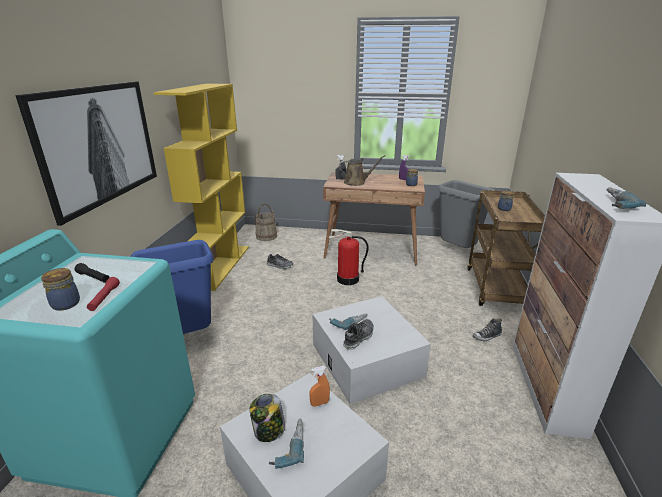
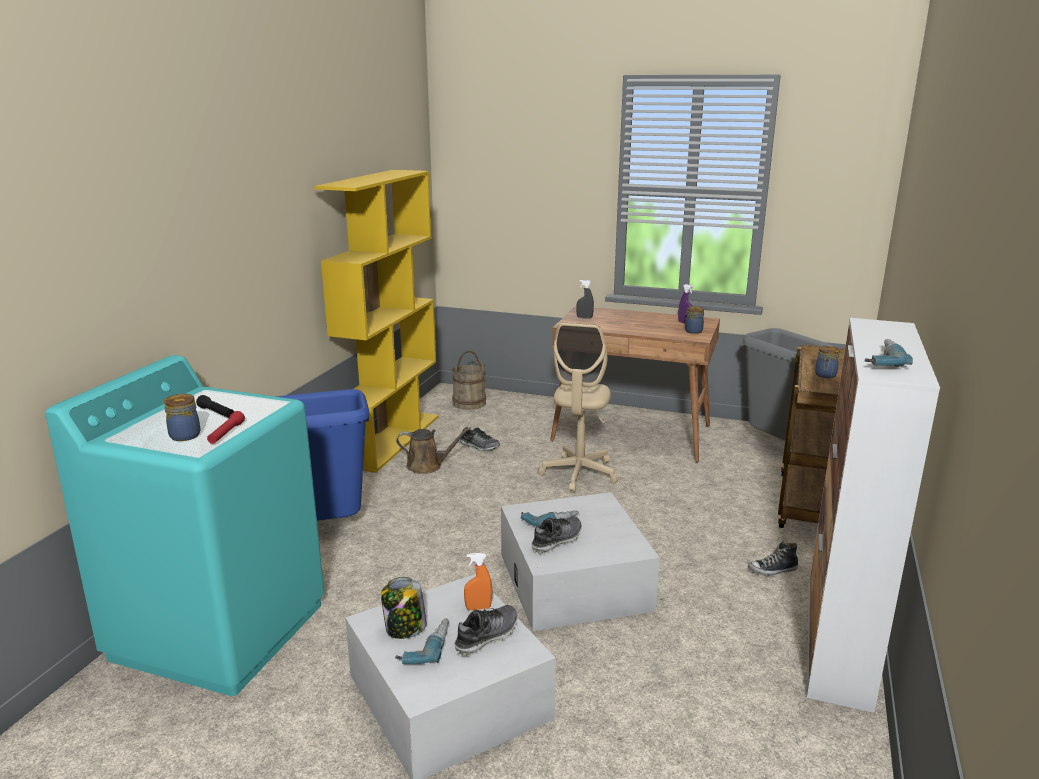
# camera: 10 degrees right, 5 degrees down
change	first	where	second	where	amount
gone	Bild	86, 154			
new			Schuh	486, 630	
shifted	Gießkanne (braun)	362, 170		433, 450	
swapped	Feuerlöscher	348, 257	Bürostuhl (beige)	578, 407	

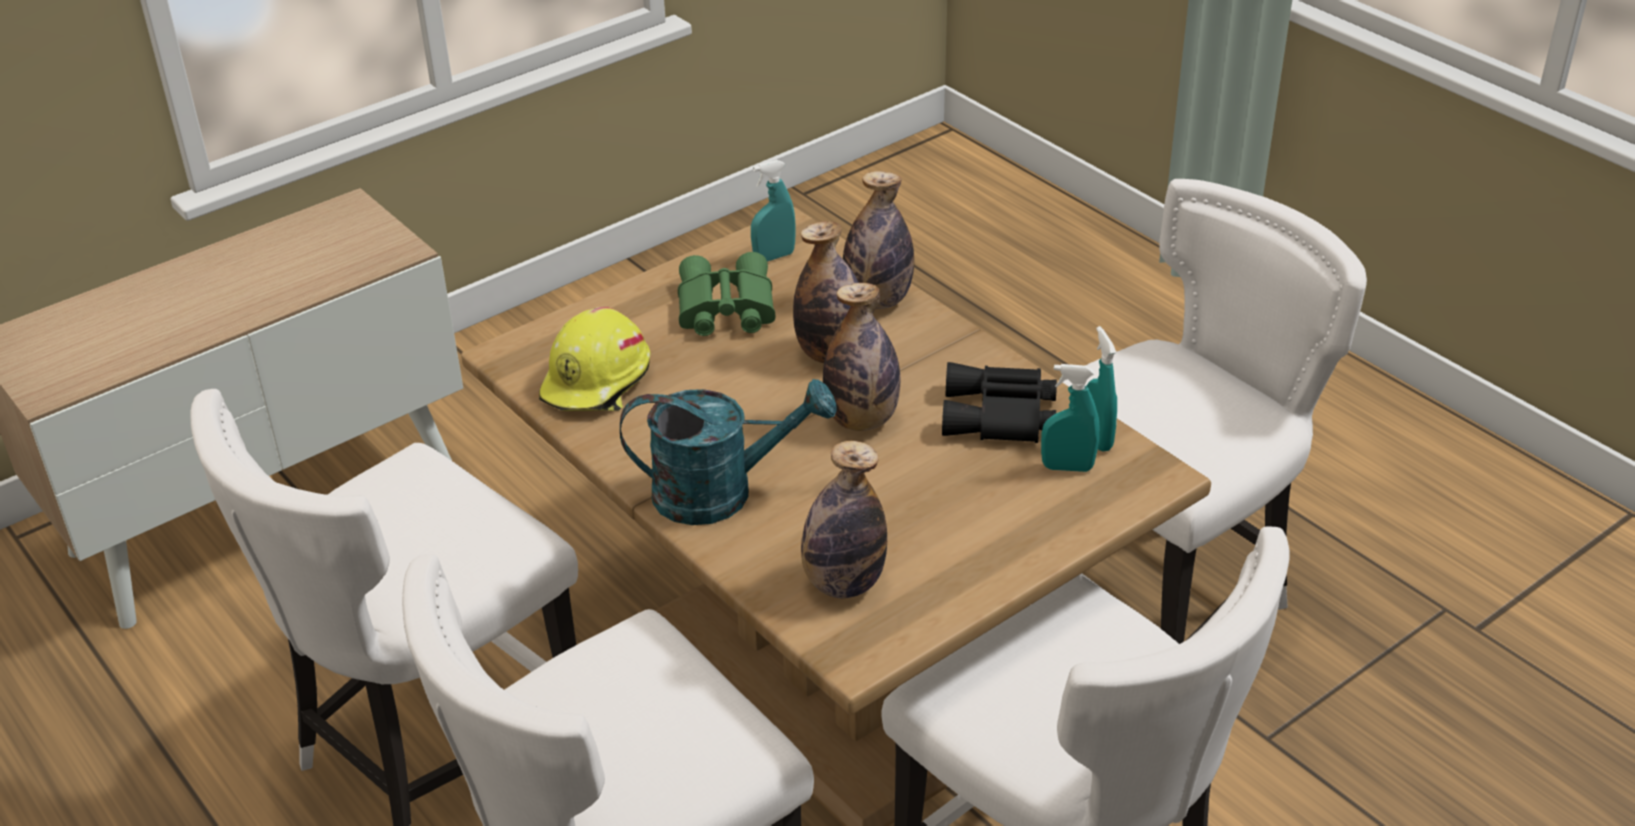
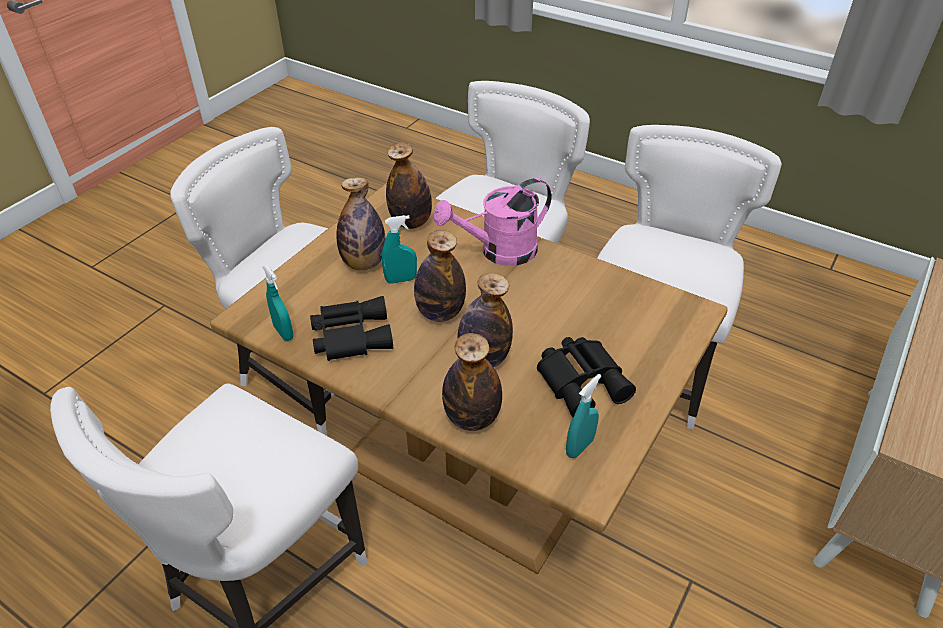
# camera: 160 degrees right, 5 degrees up
change	first	where	second	where	amount
gone	Schutzhelm (gelb)	594, 359			
new			Flasche	361, 223	
shifted	Sprühflasche (türkis)	1070, 418		399, 249	
repainted	Gießkanne (türkis)	728, 452	Gießkanne (rosa)	492, 222	
repainted	Fernglas (grün)	726, 294	Fernglas (schwarz)	586, 377	

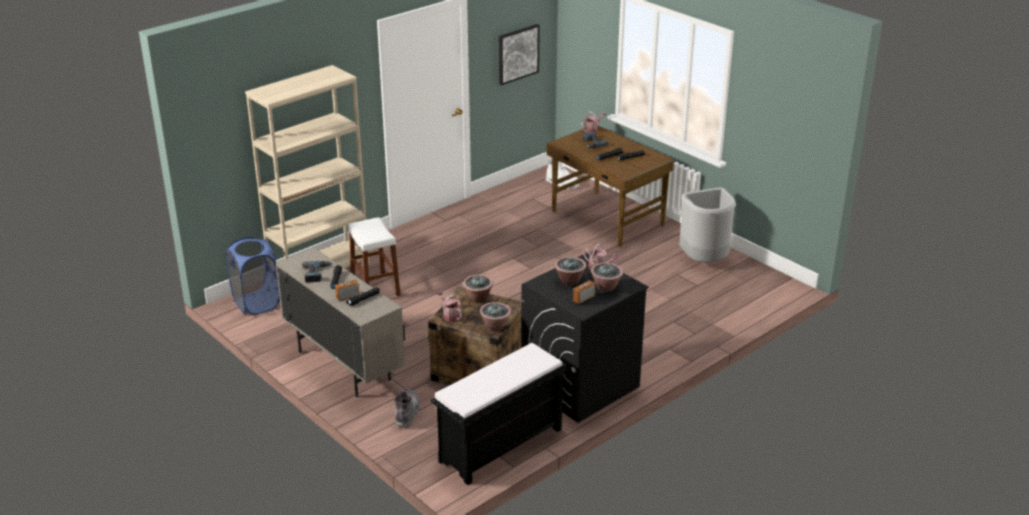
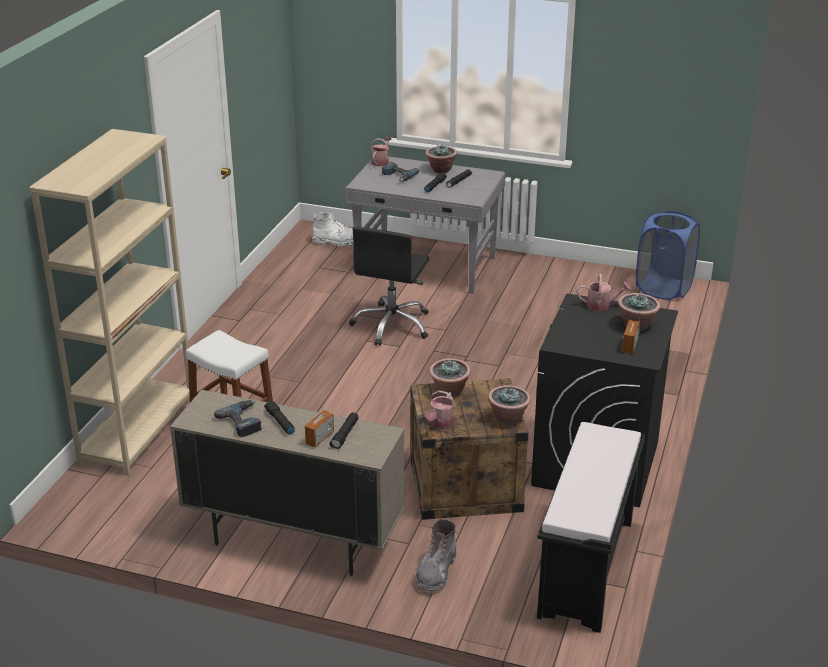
# camera: 30 degrees left, 0 degrees up
change	first	where	second	where	amount
gone	Bild	519, 54			
gone	Mülleimer (grau)	707, 225			
new			Bürostuhl (schwarz)	389, 286	
shifted	Wäschekorb (blau)	253, 276		668, 255	
shifted	Topfpflanze	571, 271		441, 158	
repainted	Schreibtisch (braun)	610, 186	Schreibtisch (grau)	425, 225	
rotated	Stiefel (grau)	407, 409		436, 556	135 degrees counterclockwise
rotated	Gießkanne	449, 306		440, 409	90 degrees counterclockwise

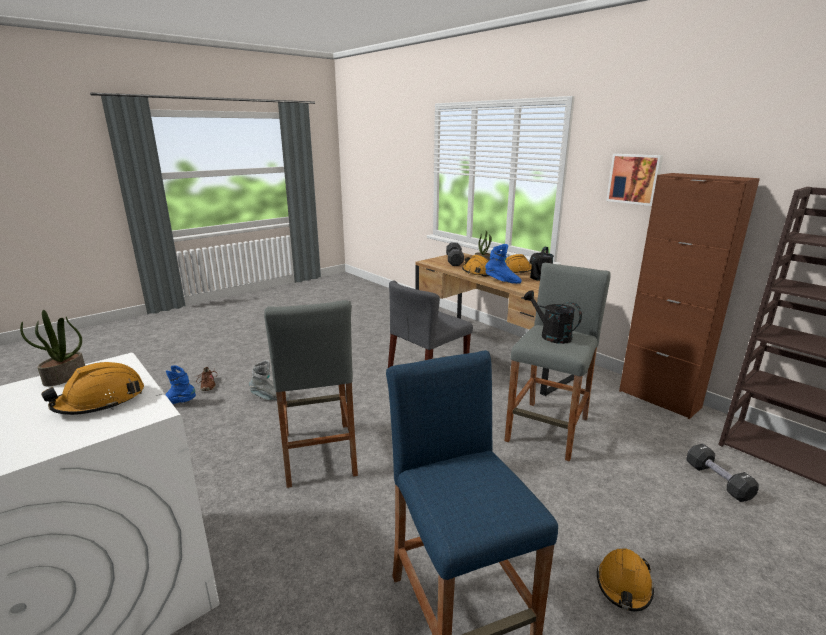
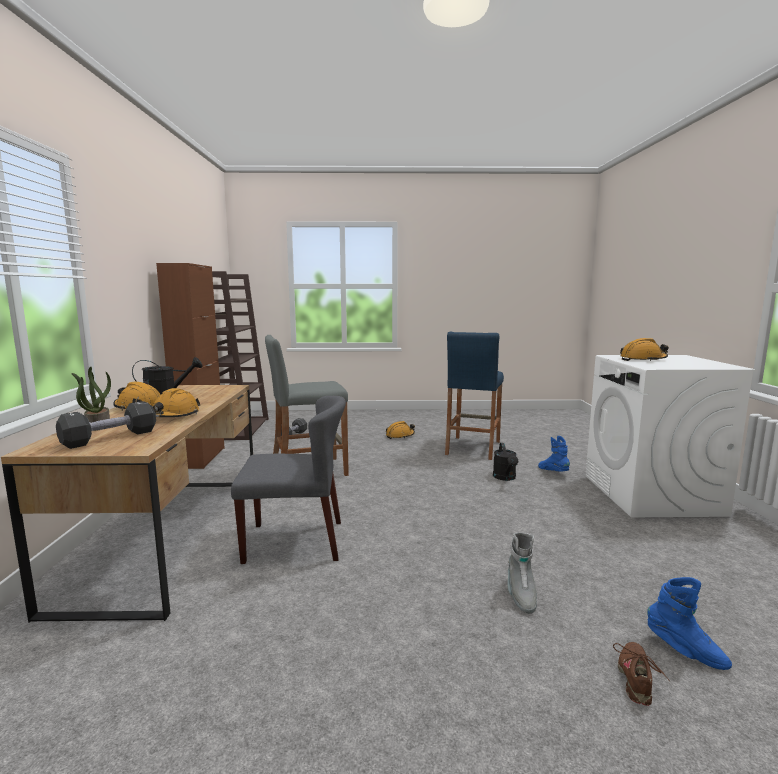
# camera: 140 degrees left, 10 degrees down
change	first	where	second	where	amount
gone	Topfpflanze	52, 348			
gone	Hocker (grau)	311, 394			
gone	Bild	634, 180			
shifted	Stiefel (blau)	503, 264		554, 454	
shifted	Gießkanne (schwarz)	553, 317		505, 462	
rotated	Stiefel (grau)	269, 380		522, 573	135 degrees counterclockwise

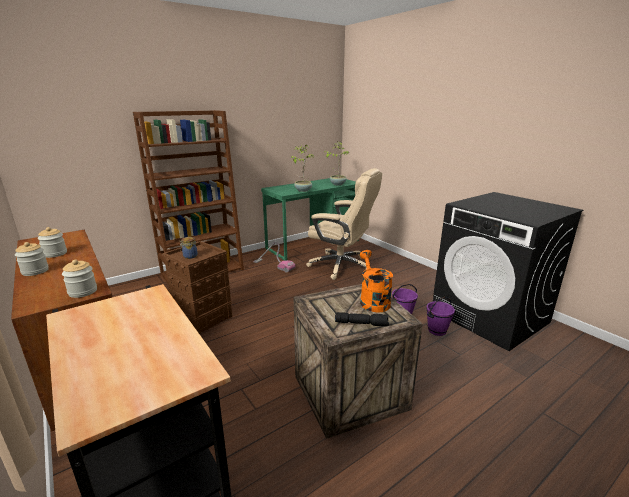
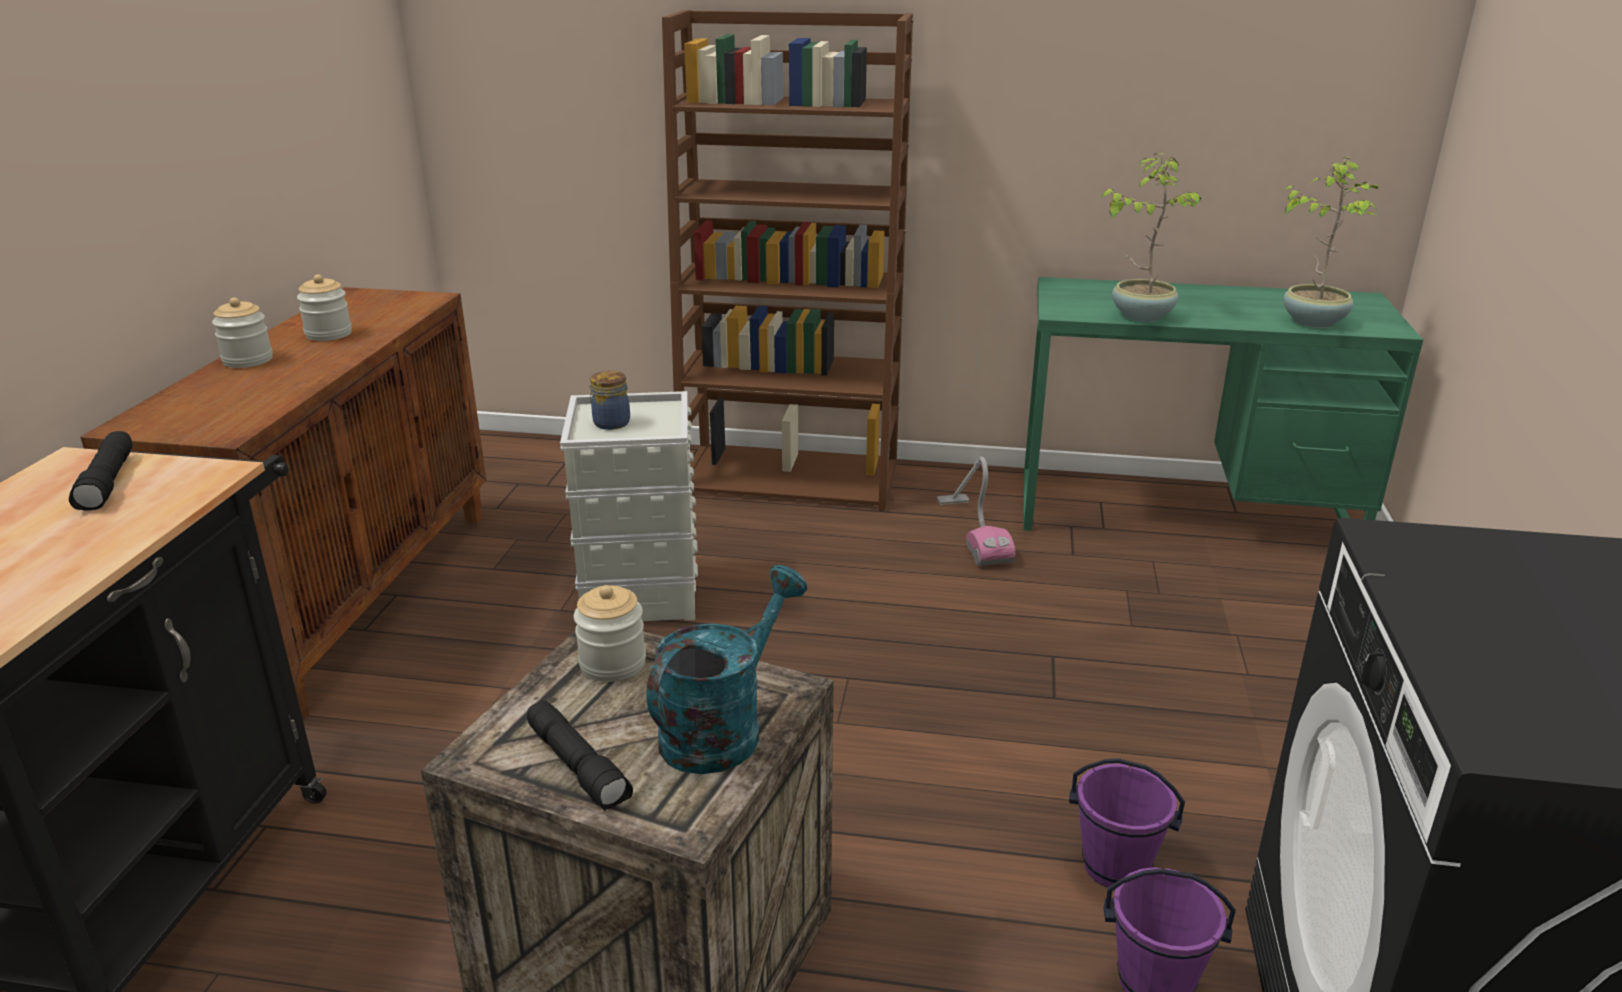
# camera: 45 degrees right, 5 degrees up
change	first	where	second	where	amount
gone	Bürostuhl (beige)	344, 224			
new			Taschenlampe (schwarz)	101, 470	
shifted	Vorratsglas	79, 279		610, 633	
repainted	Aufbewahrungsbox (braun)	197, 287	Aufbewahrungsbox (grau)	629, 506	
repainted	Gießkanne (orange)	376, 281	Gießkanne (türkis)	727, 669	

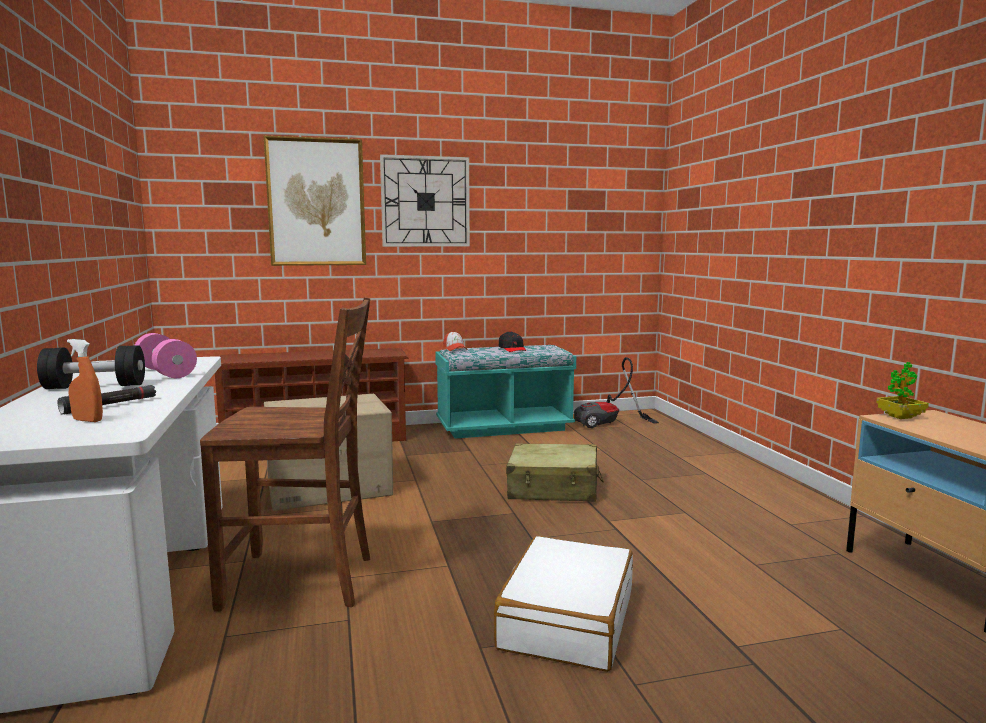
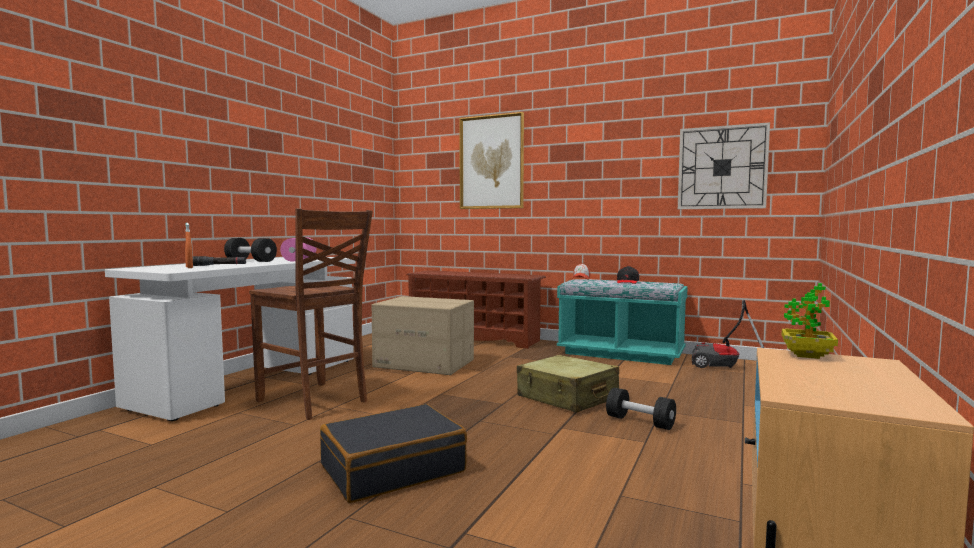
# camera: 40 degrees right, 5 degrees down
change	first	where	second	where	amount
new			Hantel (schwarz)	641, 409	
shifted	Wanduhr	425, 200		724, 165	
repainted	Koffer (weiß)	563, 604	Koffer (schwarz)	393, 453	

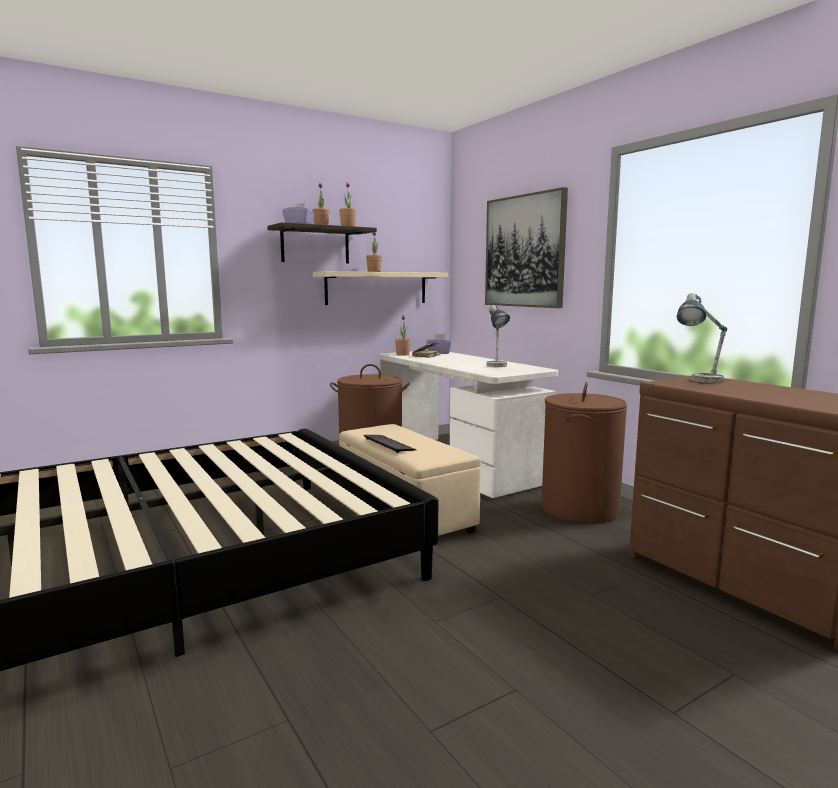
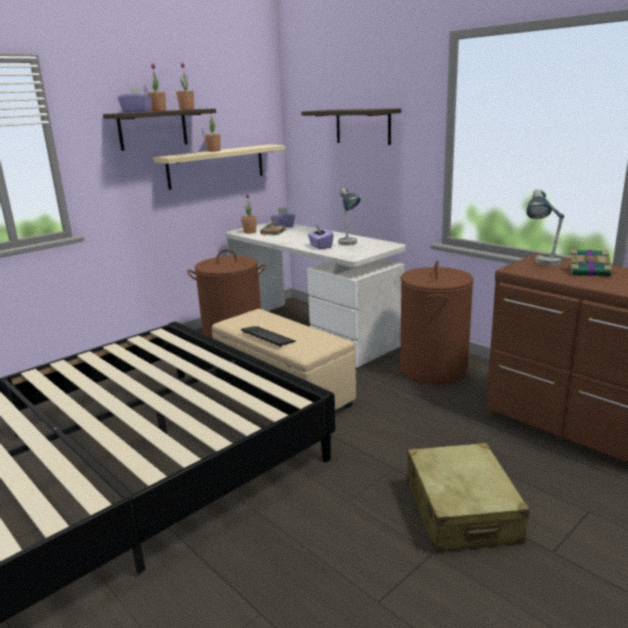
# camera: 10 degrees left, 10 degrees up
change	first	where	second	where	amount
new			Taschentuchbox (lila)	321, 237	
new			Koffer (beige)	468, 498	
new			Buch	593, 262	
swapped	Bild	526, 247	Wandregal	351, 127	

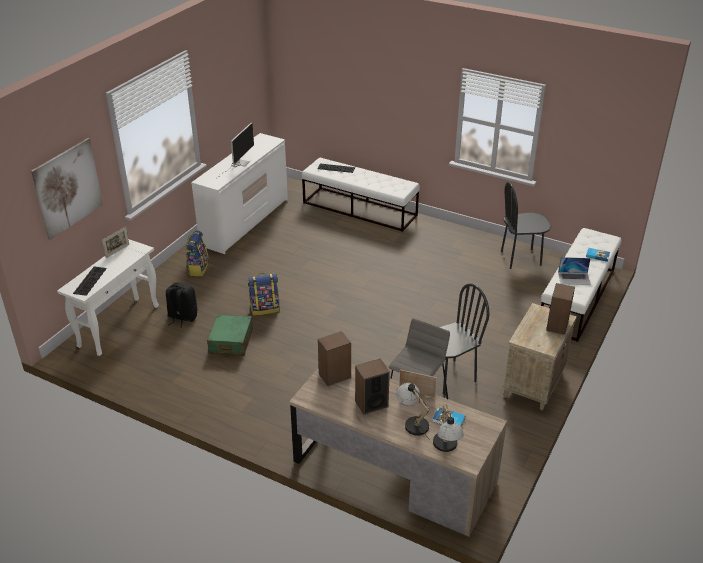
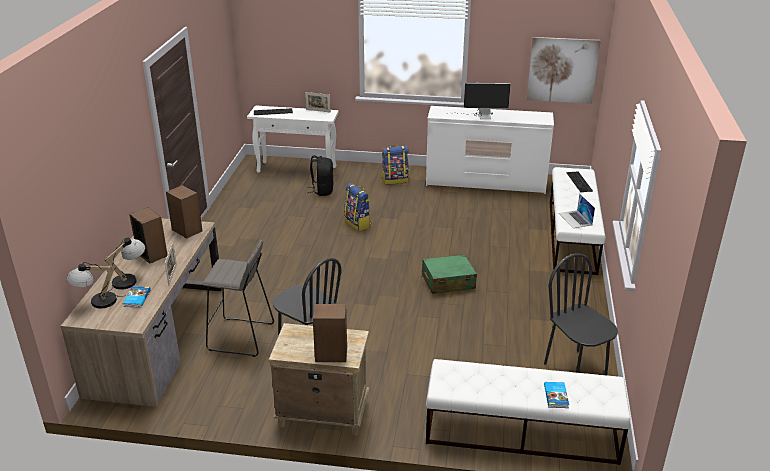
# camera: 70 degrees right, 5 degrees down
change	first	where	second	where	amount
shifted	Bild	67, 189		564, 70	
shifted	Koffer (grün)	230, 335		449, 274	
shifted	Laptop	574, 271		577, 211	

